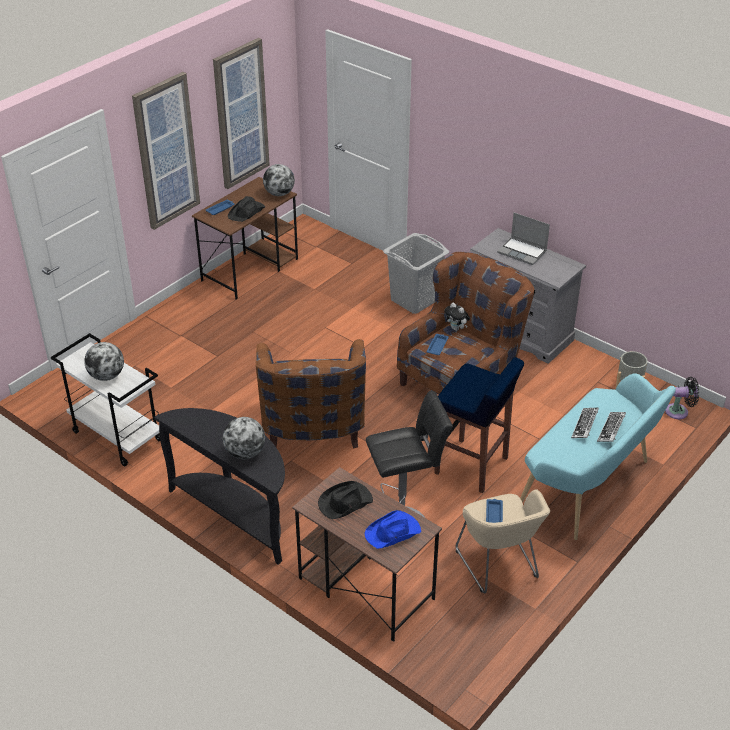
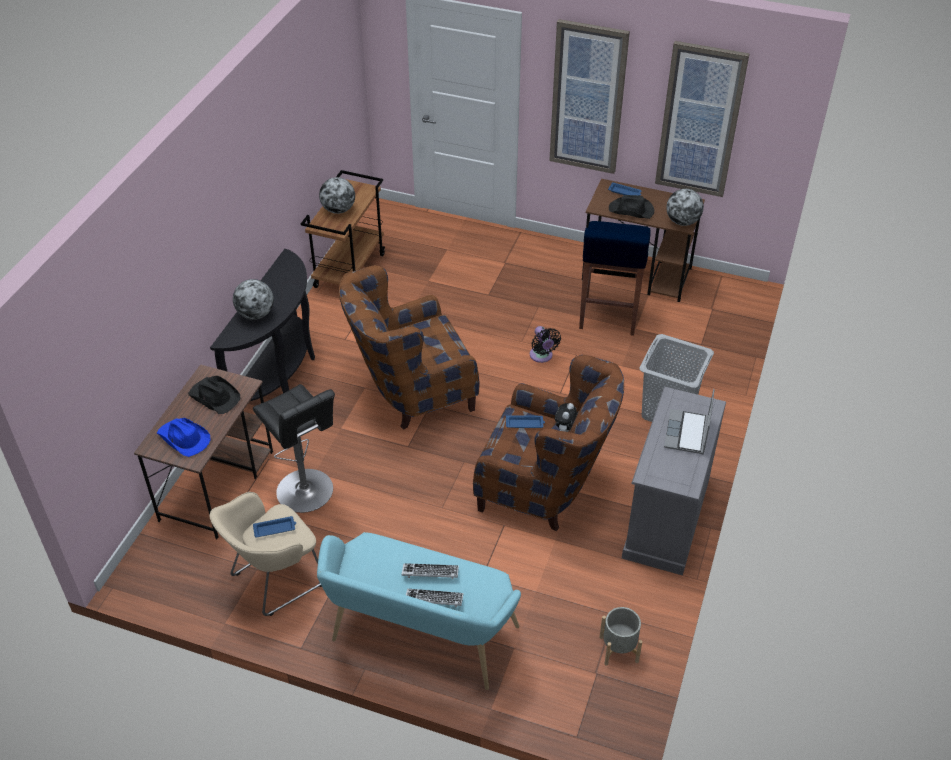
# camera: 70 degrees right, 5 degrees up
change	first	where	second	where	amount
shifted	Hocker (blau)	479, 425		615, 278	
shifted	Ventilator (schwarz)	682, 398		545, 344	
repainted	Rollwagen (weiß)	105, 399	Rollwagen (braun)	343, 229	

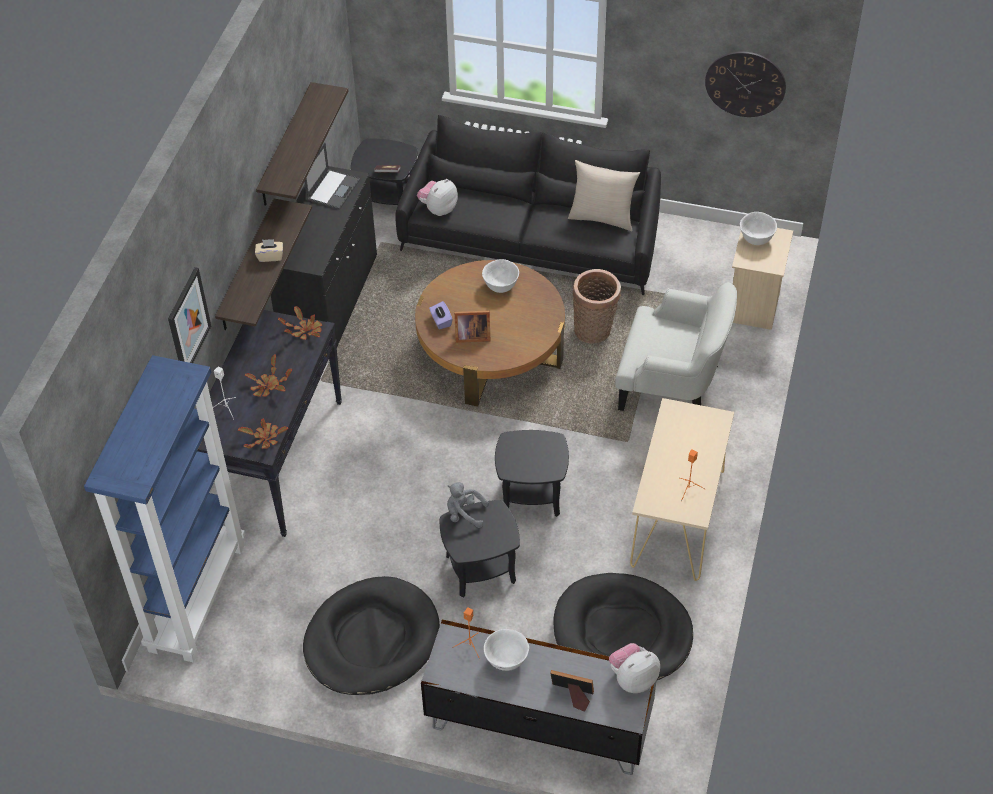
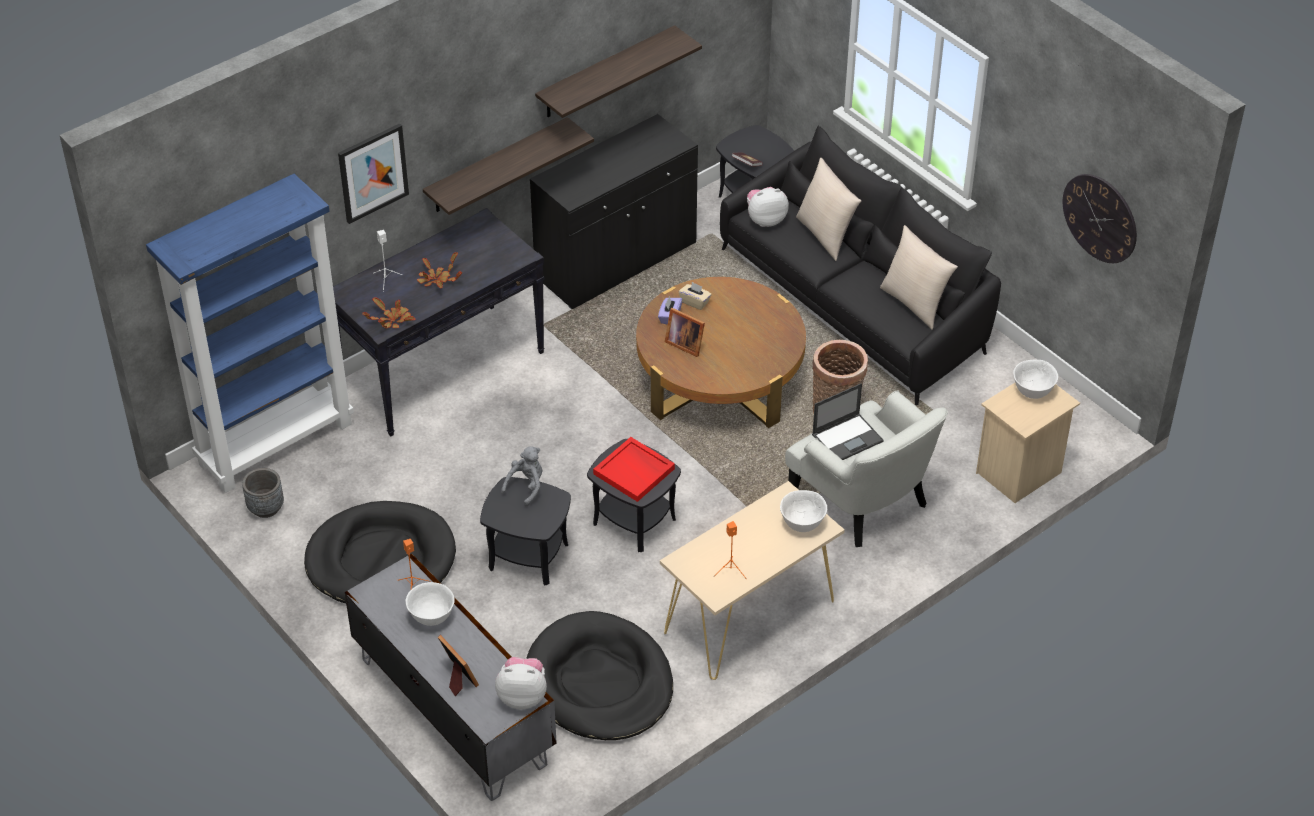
# camera: 35 degrees right, 5 degrees down
change	first	where	second	where	amount
gone	Topfpflanze	300, 323			
new			Pflanzkübel (grau)	263, 493	
new			Tablett (rot)	634, 469	
new			Kissen (beige)	829, 209	
shifted	Taschentuchbox (beige)	269, 250		695, 296	
shifted	Laptop	332, 176		848, 421	
shifted	Schüssel (weiß)	500, 276		803, 511	
rotated	Plüschtier (grau)	468, 505		521, 476	75 degrees clockwise

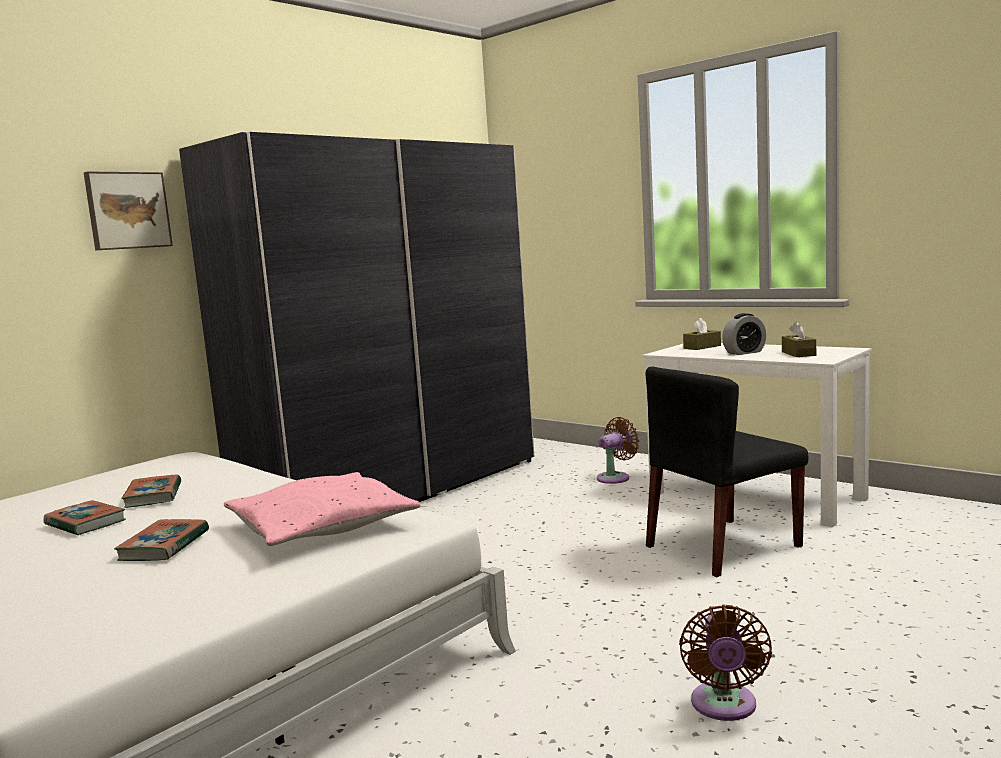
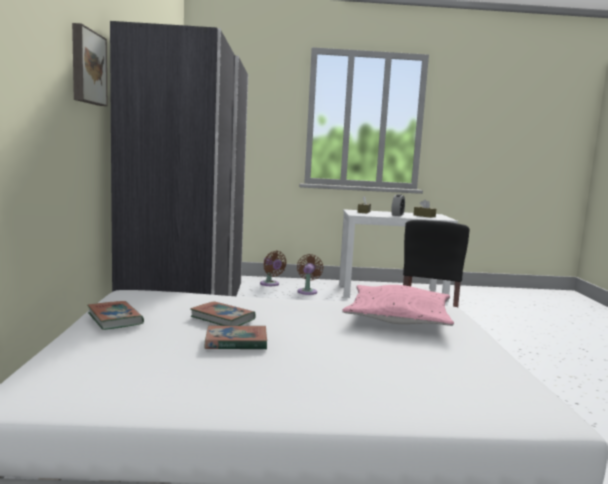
# camera: 45 degrees left, 0 degrees up
change	first	where	second	where	amount
shifted	Buch	161, 540		115, 315	
shifted	Ventilator (braun)	725, 663		273, 268	

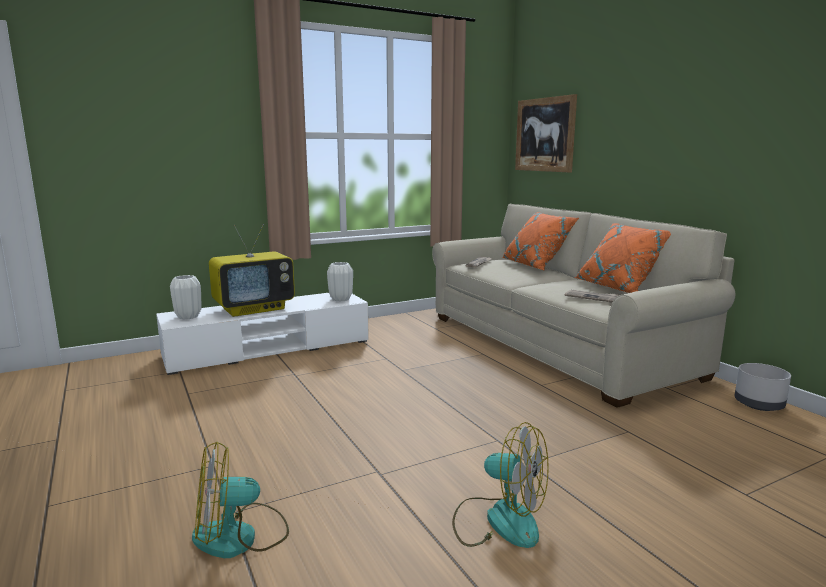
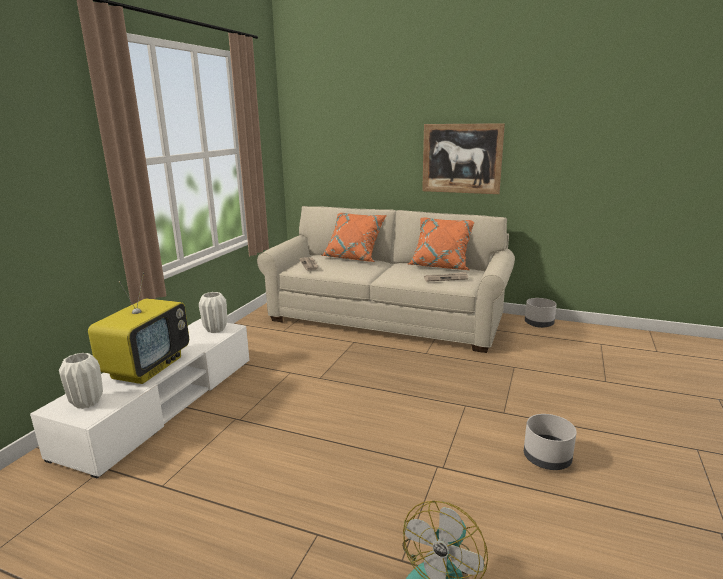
# camera: 40 degrees left, 5 degrees up
change	first	where	second	where	amount
shifted	Bild	546, 133		463, 158	
swapped	Ventilator	500, 485	Pflanzkübel (grau)	550, 442	

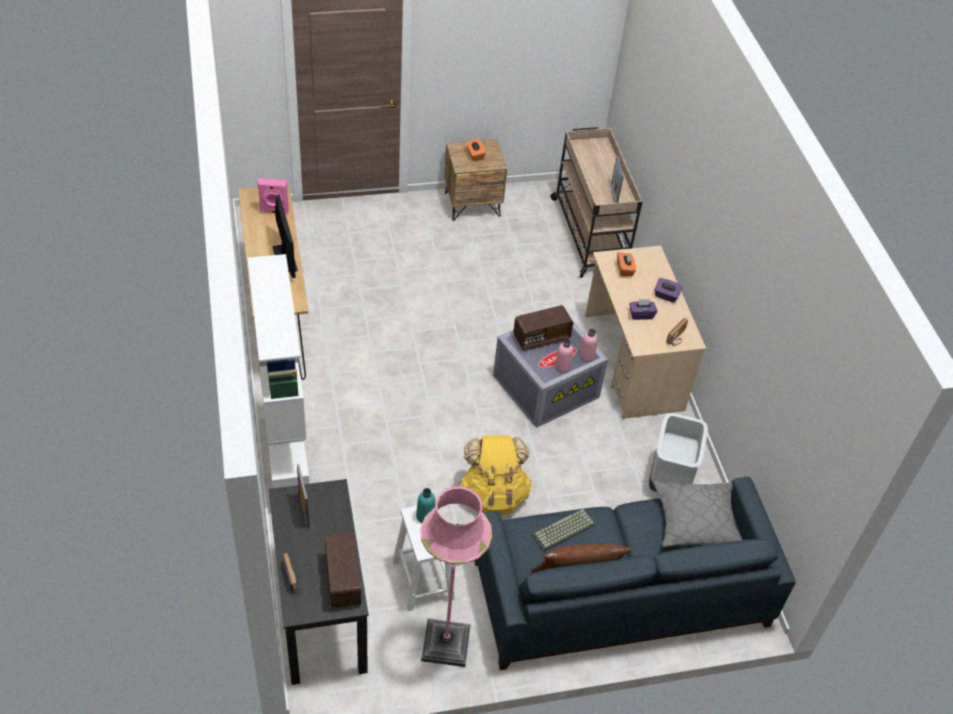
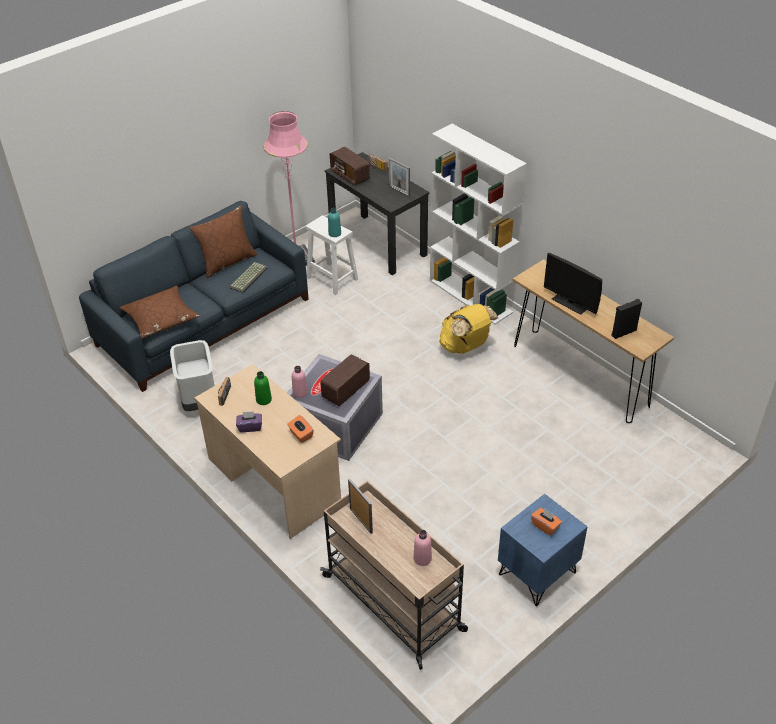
# camera: 155 degrees right, 5 degrees down
change	first	where	second	where	amount
shifted	Rucksack (gelb)	496, 475		468, 329	
shifted	Flasche (rosa)	564, 356		422, 548	
swapped	Taschentuchbox (lila)	643, 309	Flasche (grün)	263, 388	
repainted	Lautsprecher (rosa)	273, 196	Lautsprecher (schwarz)	626, 319	
repainted	Nachttisch (braun)	475, 180	Nachttisch (blau)	542, 550	
repainted	Kissen (grau)	697, 514	Kissen (braun)	160, 312	

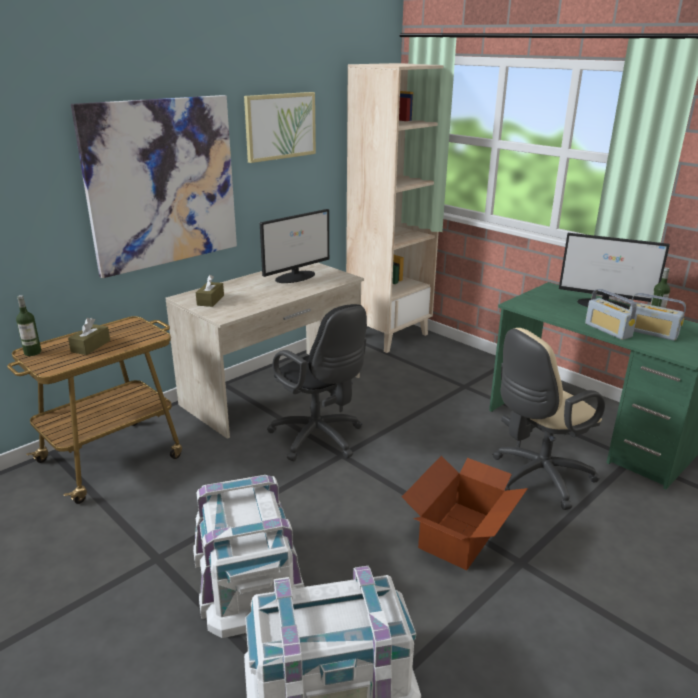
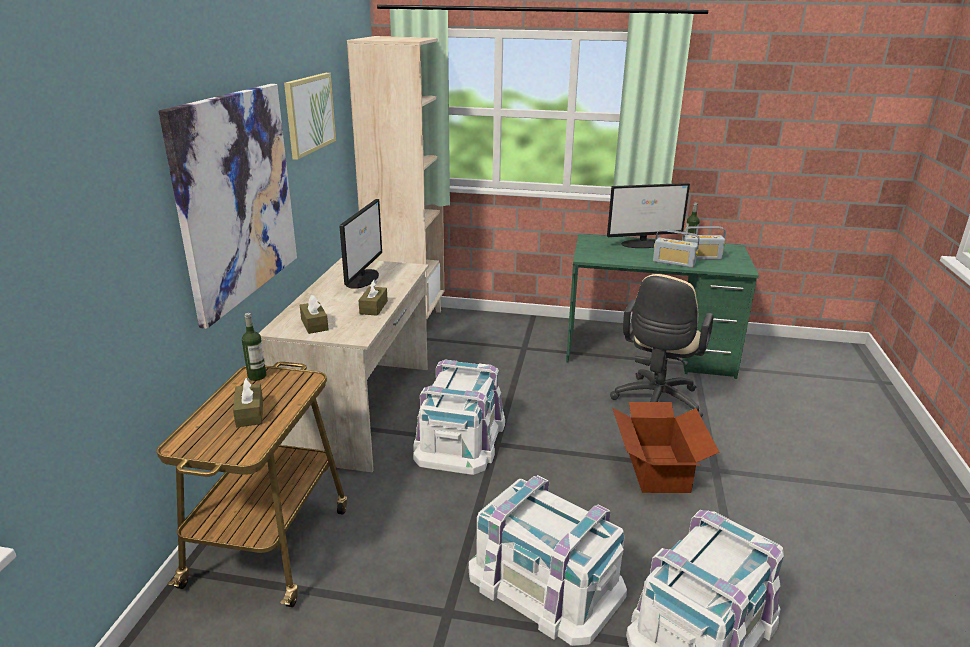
# camera: 35 degrees left, 0 degrees up
change	first	where	second	where	amount
new			Taschentuchbox (braun)	373, 298	
shifted	Flasche	28, 325		254, 347	
swapped	Bürostuhl (schwarz)	317, 382	Aufbewahrungsbox (weiß)	459, 417	

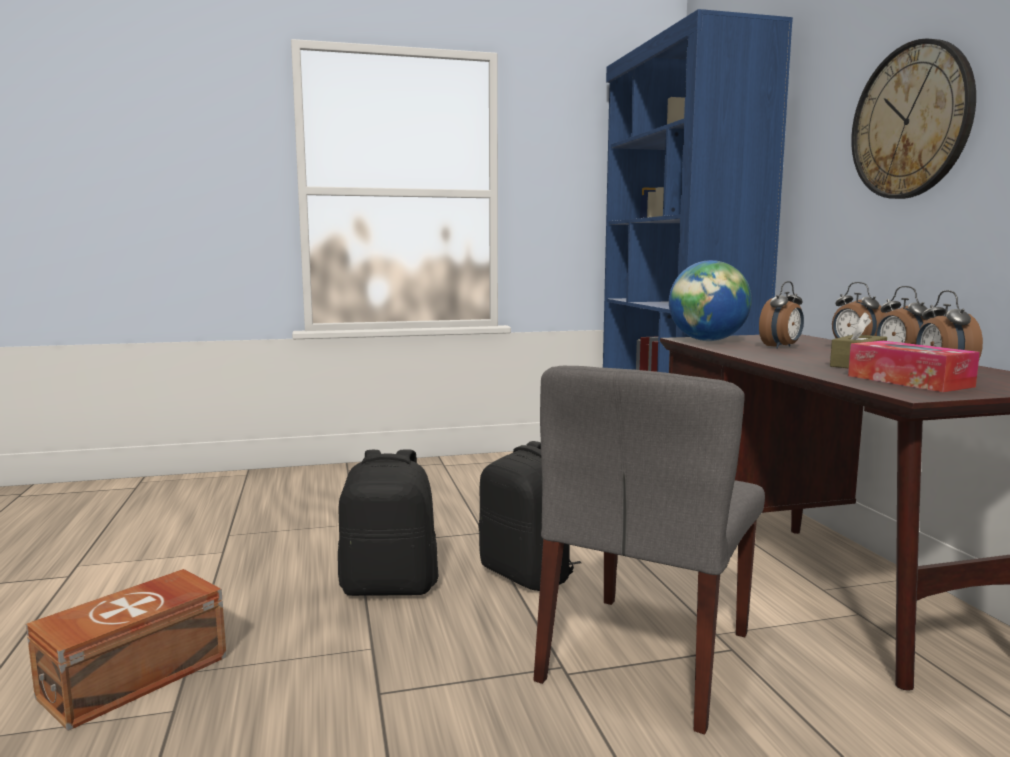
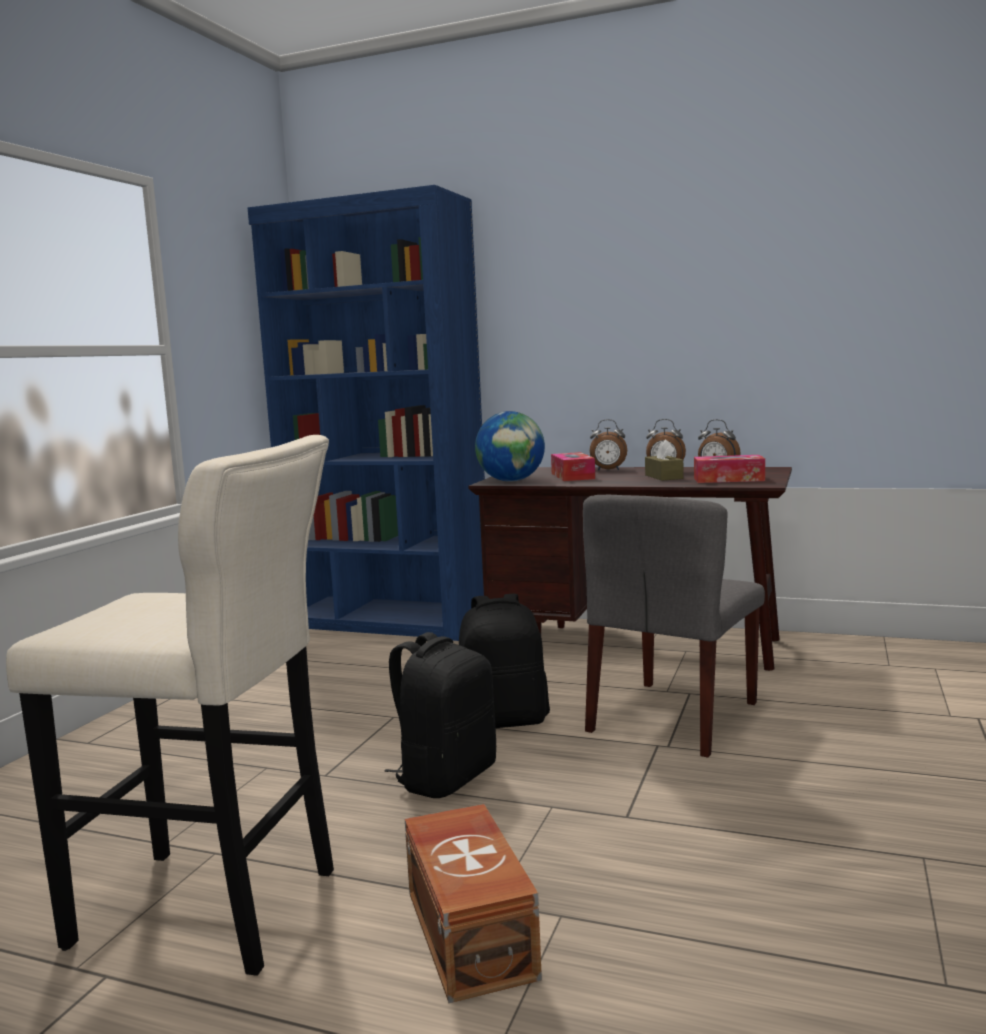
# camera: 55 degrees left, 0 degrees up
change	first	where	second	where	amount
gone	Wanduhr	913, 118			
new			Hocker (beige)	170, 705	
swapped	Wecker	781, 315	Taschentuchbox	573, 466	
rotated	Stuhl (grau)	649, 550		674, 626	60 degrees clockwise

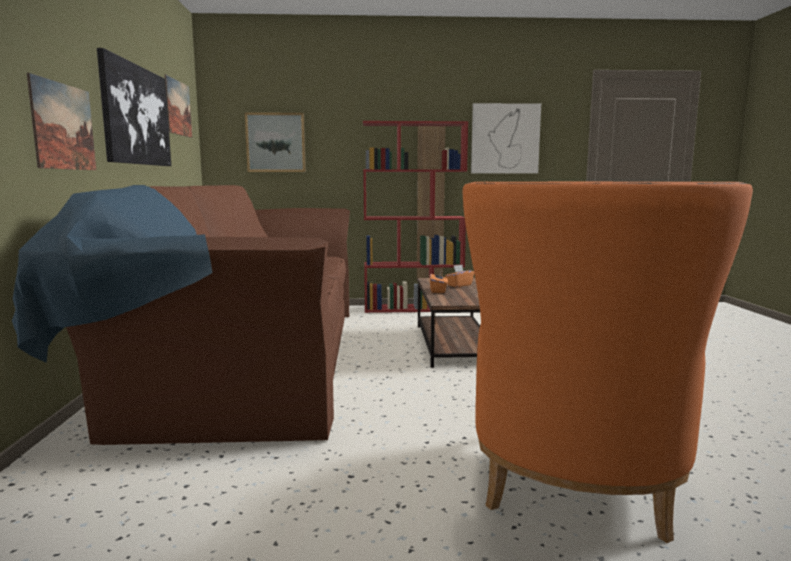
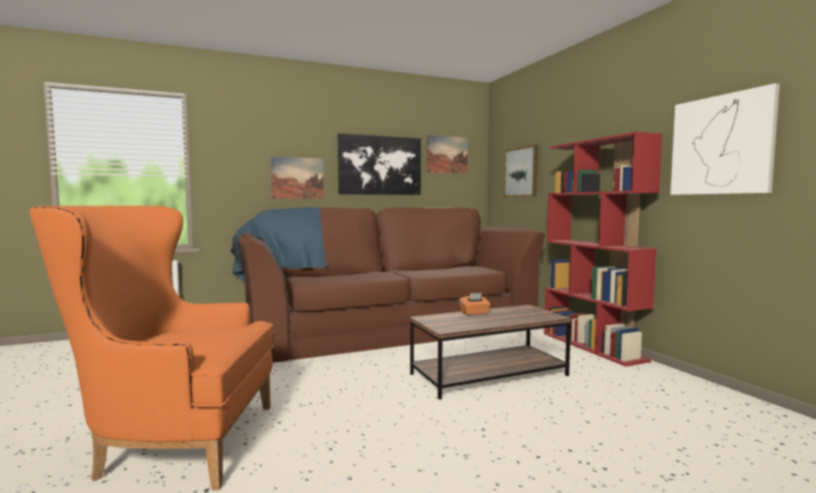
# camera: 70 degrees right, 5 degrees down
change	first	where	second	where	amount
gone	Taschentuchbox (orange)	459, 276			

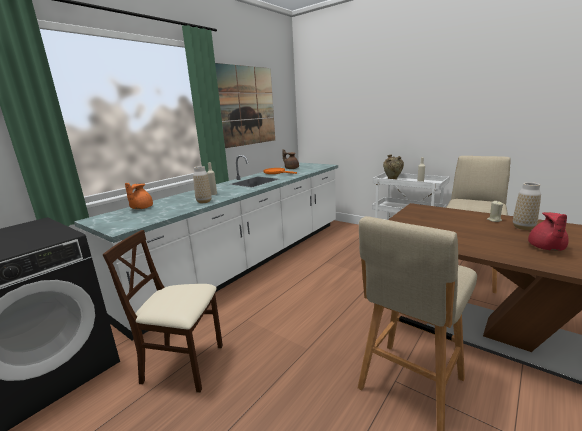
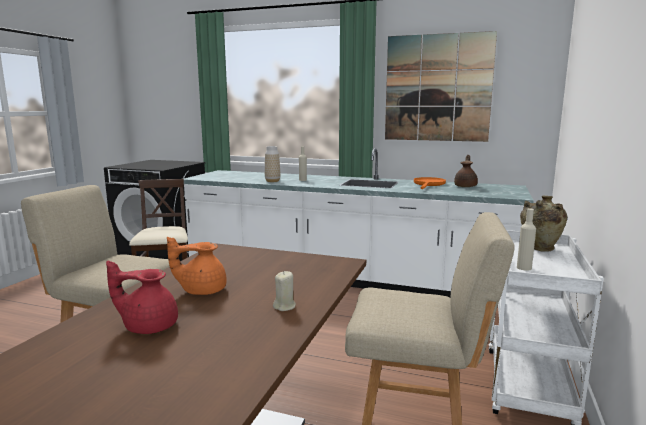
# camera: 70 degrees right, 5 degrees down
change	first	where	second	where	amount
gone	Vase	527, 206			
shifted	Teekanne (orange)	139, 196		197, 266	

